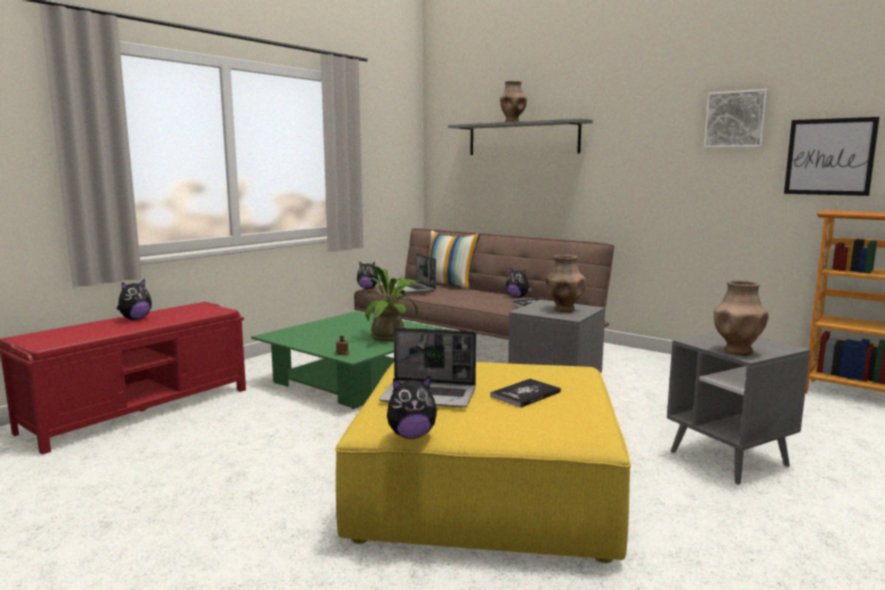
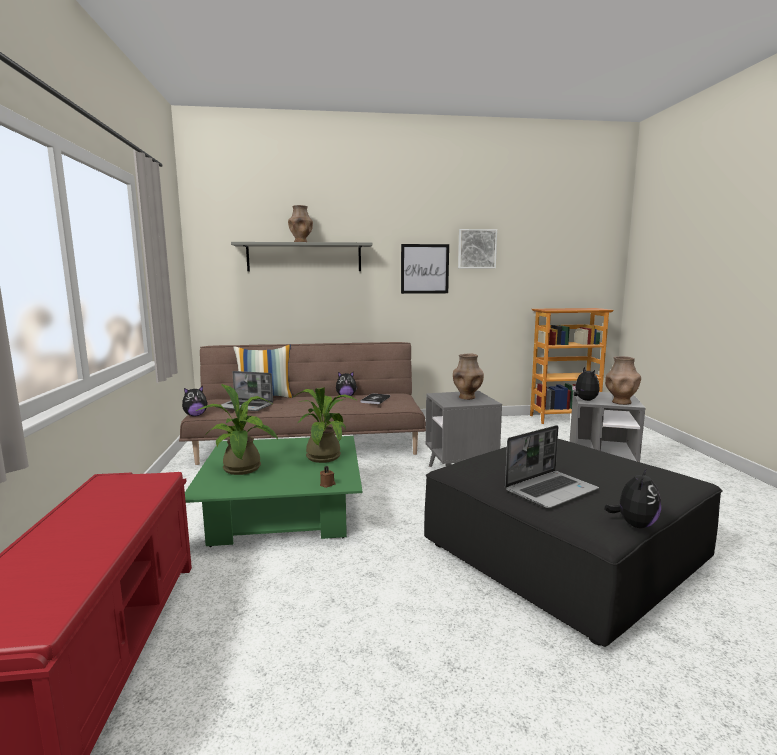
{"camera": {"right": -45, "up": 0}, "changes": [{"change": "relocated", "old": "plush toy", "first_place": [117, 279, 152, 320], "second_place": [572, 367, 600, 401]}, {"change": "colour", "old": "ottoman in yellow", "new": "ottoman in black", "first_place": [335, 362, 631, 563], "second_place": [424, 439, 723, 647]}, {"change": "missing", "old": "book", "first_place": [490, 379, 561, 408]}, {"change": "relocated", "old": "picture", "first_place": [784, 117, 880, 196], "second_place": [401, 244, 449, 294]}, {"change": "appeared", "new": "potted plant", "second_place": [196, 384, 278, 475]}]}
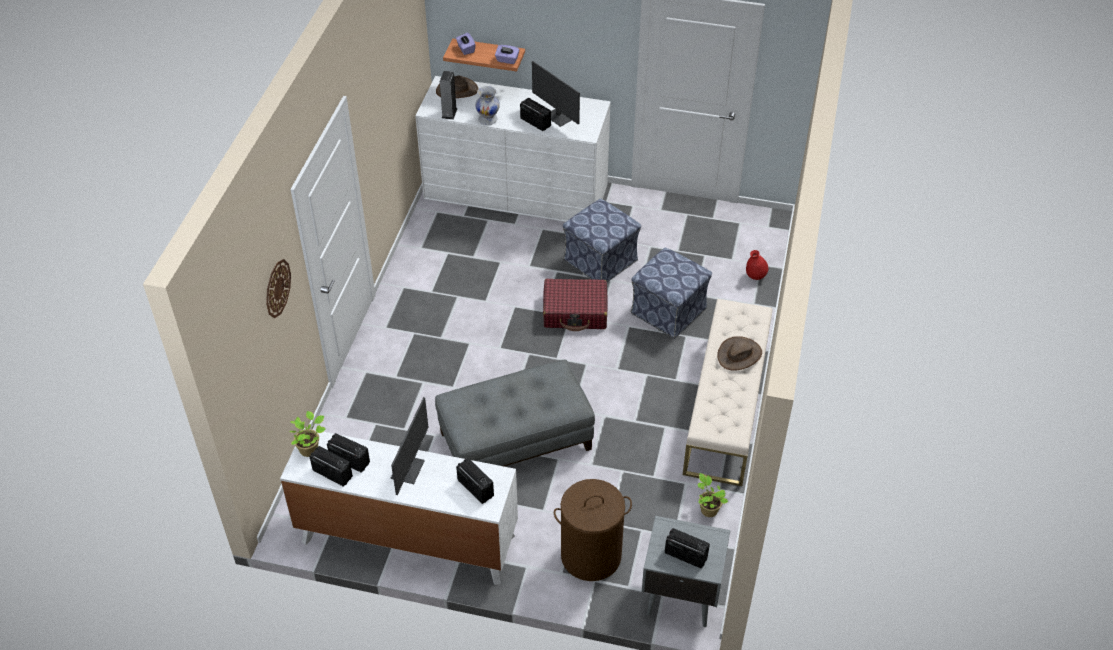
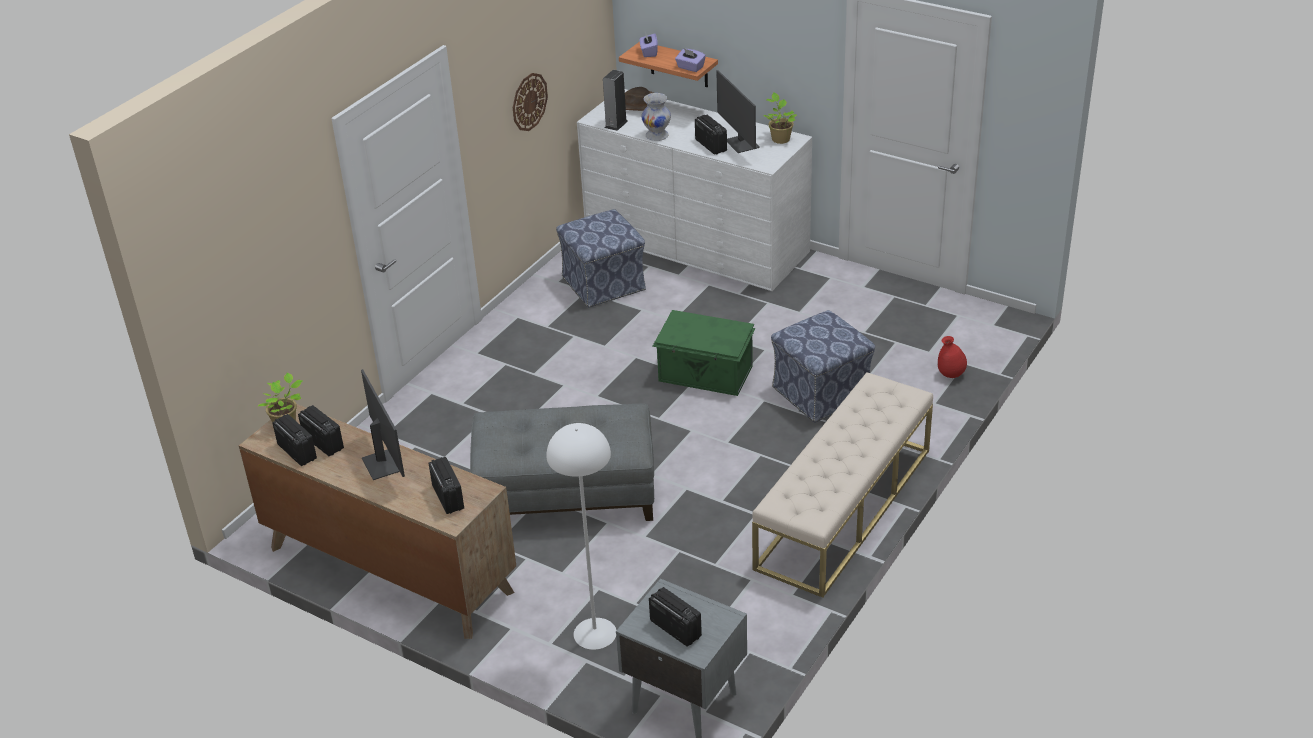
{"camera": {"right": 20, "up": -10}, "changes": [{"change": "relocated", "old": "wall clock", "first_place": [266, 259, 291, 318], "second_place": [513, 73, 548, 131]}, {"change": "colour", "old": "dresser in white", "new": "dresser in brown", "first_place": [280, 428, 518, 585], "second_place": [239, 404, 516, 639]}, {"change": "spun", "old": "monitor", "first_place": [391, 397, 429, 495], "second_place": [361, 369, 405, 480], "degrees": -60}, {"change": "exchanged", "old": "suitcase in red", "new": "storage box in green", "first_place": [543, 279, 607, 331], "second_place": [652, 310, 756, 396]}, {"change": "exchanged", "old": "laundry basket in brown", "new": "floor lamp in white", "first_place": [554, 479, 632, 581], "second_place": [547, 423, 616, 650]}, {"change": "relocated", "old": "ottoman", "first_place": [563, 199, 641, 282], "second_place": [556, 209, 646, 308]}, {"change": "relocated", "old": "potted plant", "first_place": [698, 473, 728, 517], "second_place": [763, 92, 797, 144]}, {"change": "missing", "old": "hat in brown", "first_place": [717, 336, 762, 371]}]}
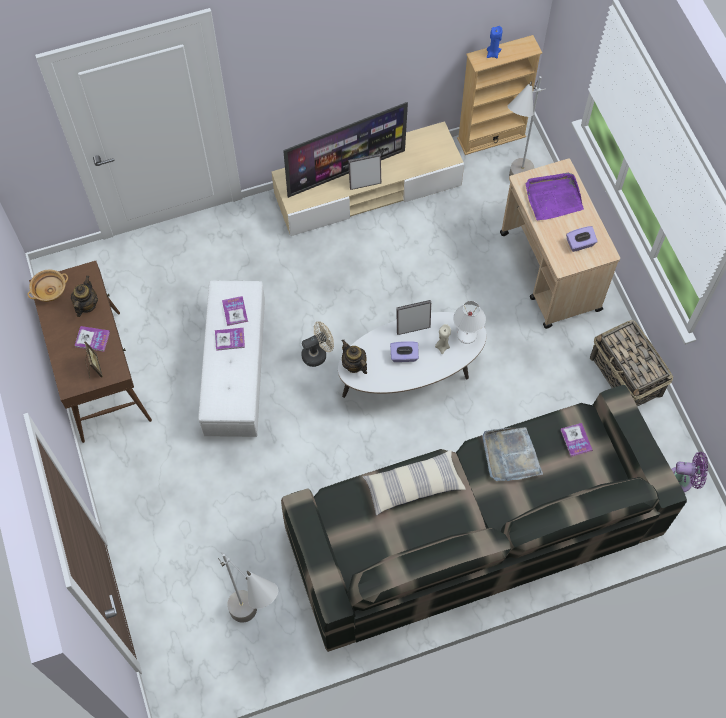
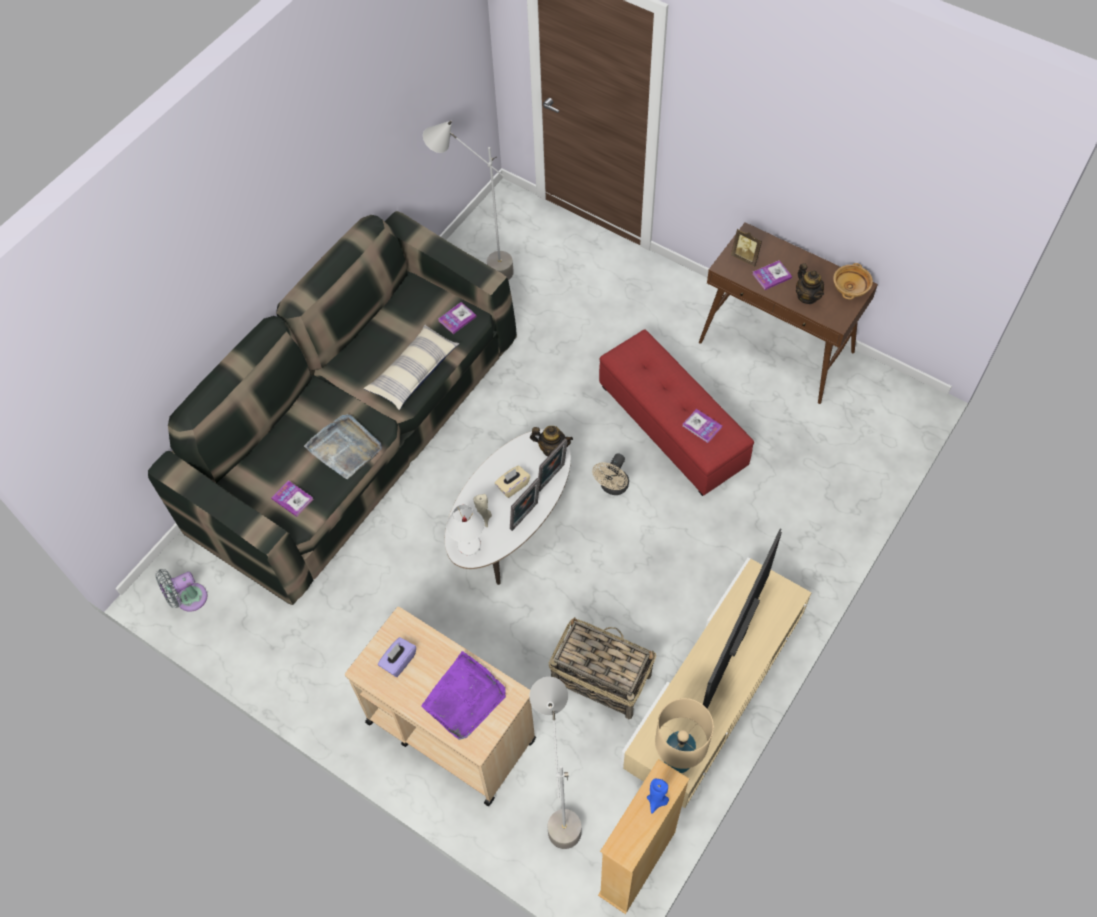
{"camera": {"right": 145, "up": -5}, "changes": [{"change": "colour", "old": "ottoman in white", "new": "ottoman in red", "first_place": [198, 281, 265, 437], "second_place": [599, 329, 754, 496]}, {"change": "relocated", "old": "book", "first_place": [215, 328, 245, 351], "second_place": [438, 302, 477, 334]}, {"change": "relocated", "old": "picture frame", "first_place": [348, 153, 381, 190], "second_place": [538, 439, 568, 492]}, {"change": "colour", "old": "tissue box in purple", "new": "tissue box in beige", "first_place": [390, 341, 419, 362], "second_place": [495, 466, 530, 498]}, {"change": "relocated", "old": "basket", "first_place": [590, 320, 673, 406], "second_place": [549, 617, 656, 719]}, {"change": "colour", "old": "fan in purple", "new": "fan in grey", "first_place": [671, 452, 708, 492], "second_place": [155, 569, 208, 612]}, {"change": "appeared", "new": "table lamp in beige", "second_place": [655, 698, 714, 773]}]}
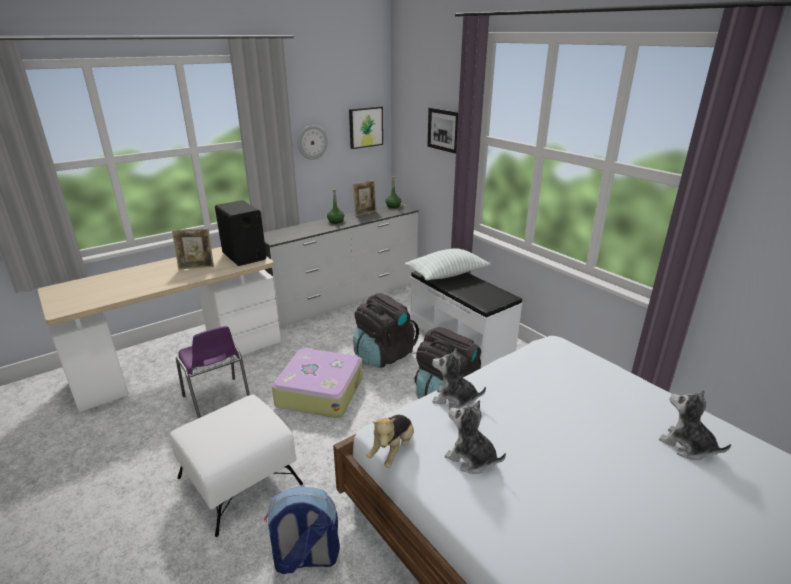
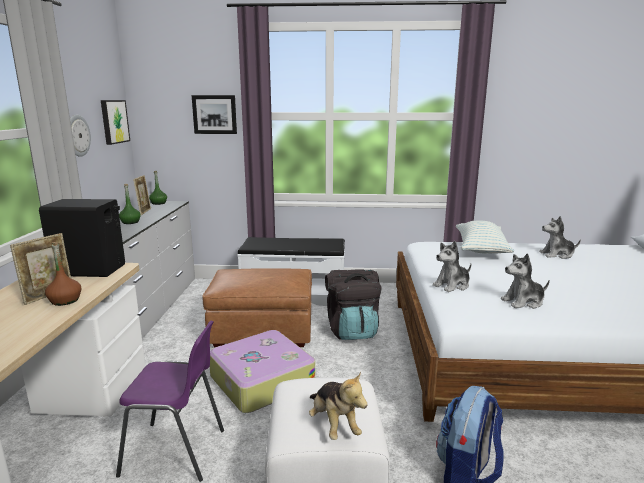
{"camera": {"right": -50, "up": -10}, "changes": [{"change": "exchanged", "old": "backpack in black", "new": "ottoman in brown", "first_place": [354, 293, 419, 368], "second_place": [202, 268, 312, 347]}, {"change": "relocated", "old": "plush toy", "first_place": [366, 415, 414, 468], "second_place": [309, 372, 368, 440]}, {"change": "relocated", "old": "pillow", "first_place": [405, 248, 491, 280], "second_place": [456, 221, 514, 254]}, {"change": "appeared", "new": "bottle in brown", "second_place": [45, 242, 81, 306]}]}
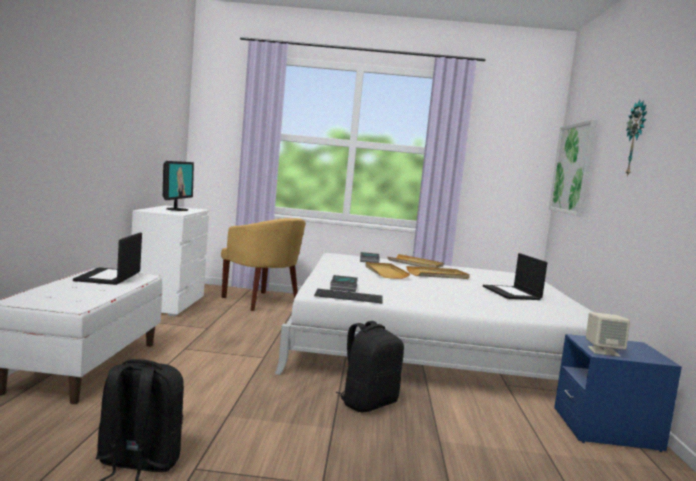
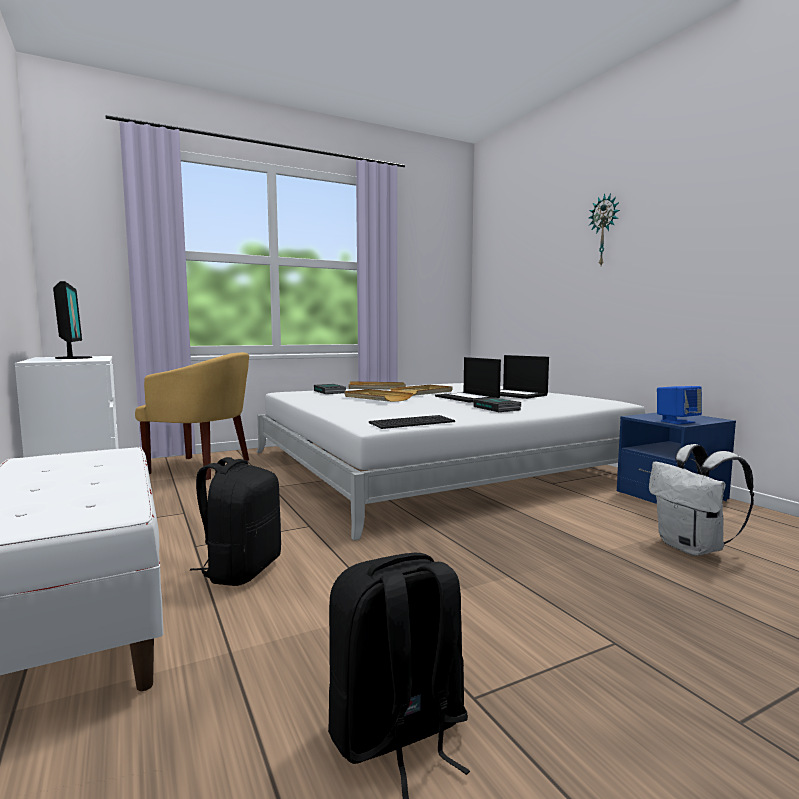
{"camera": {"right": -30, "up": 0}, "changes": [{"change": "relocated", "old": "laptop", "first_place": [73, 233, 142, 285], "second_place": [435, 357, 501, 403]}, {"change": "relocated", "old": "book", "first_place": [330, 275, 358, 292], "second_place": [473, 398, 522, 412]}, {"change": "relocated", "old": "backpack in black", "first_place": [336, 321, 404, 412], "second_place": [190, 457, 281, 586]}, {"change": "missing", "old": "picture", "first_place": [549, 120, 597, 216]}, {"change": "colour", "old": "speaker in beige", "new": "speaker in blue", "first_place": [586, 312, 630, 357], "second_place": [657, 386, 702, 425]}, {"change": "appeared", "new": "backpack in white", "second_place": [649, 444, 754, 556]}]}
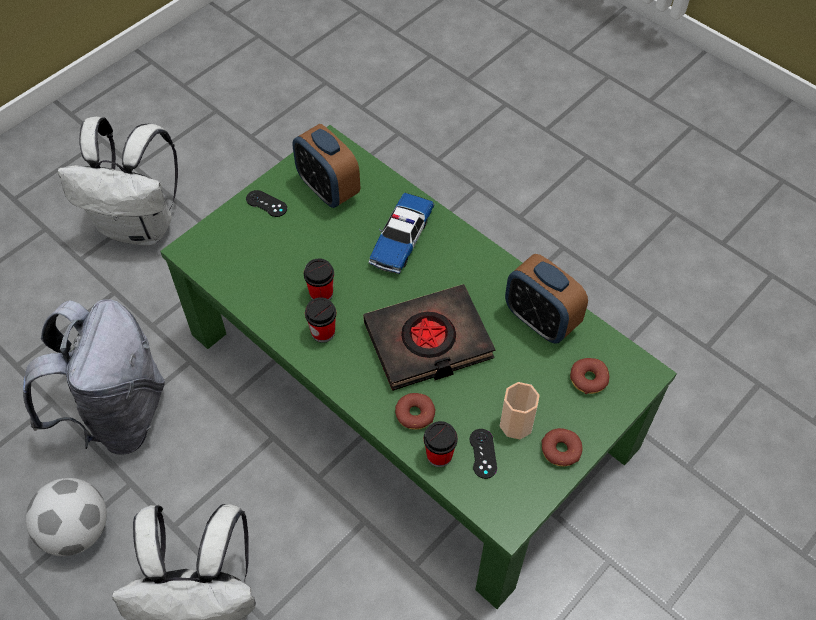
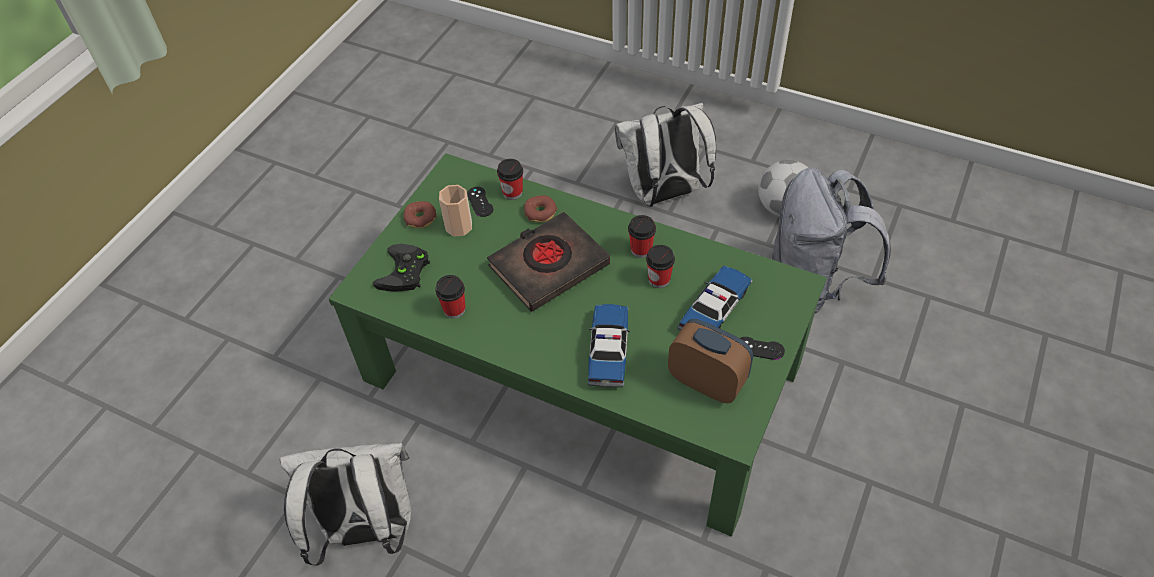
{"camera": {"right": 165, "up": -5}, "changes": [{"change": "relocated", "old": "backpack in white", "first_place": [58, 117, 178, 246], "second_place": [280, 443, 411, 566]}, {"change": "exchanged", "old": "alarm clock", "new": "cup", "first_place": [505, 254, 588, 344], "second_place": [435, 275, 465, 319]}, {"change": "exchanged", "old": "donut", "new": "game controller in black", "first_place": [570, 358, 609, 394], "second_place": [373, 244, 430, 291]}, {"change": "appeared", "new": "toy car", "second_place": [677, 265, 752, 330]}]}
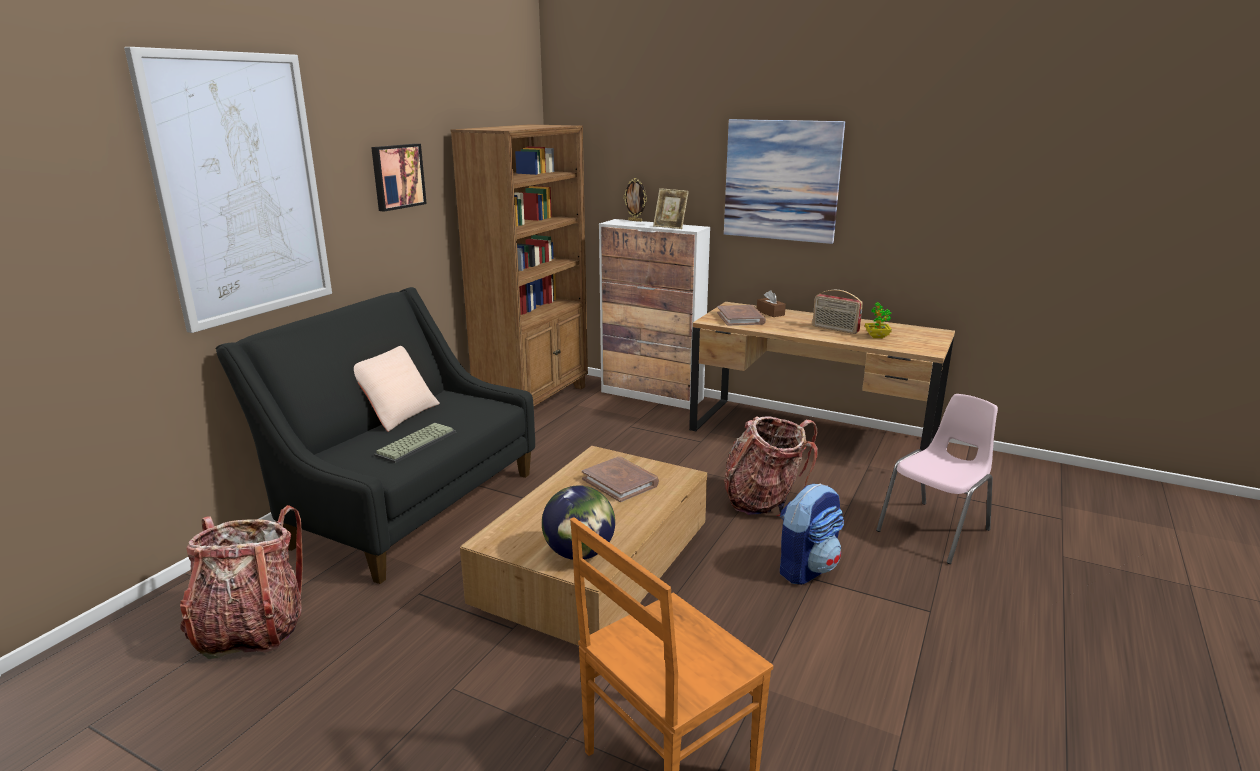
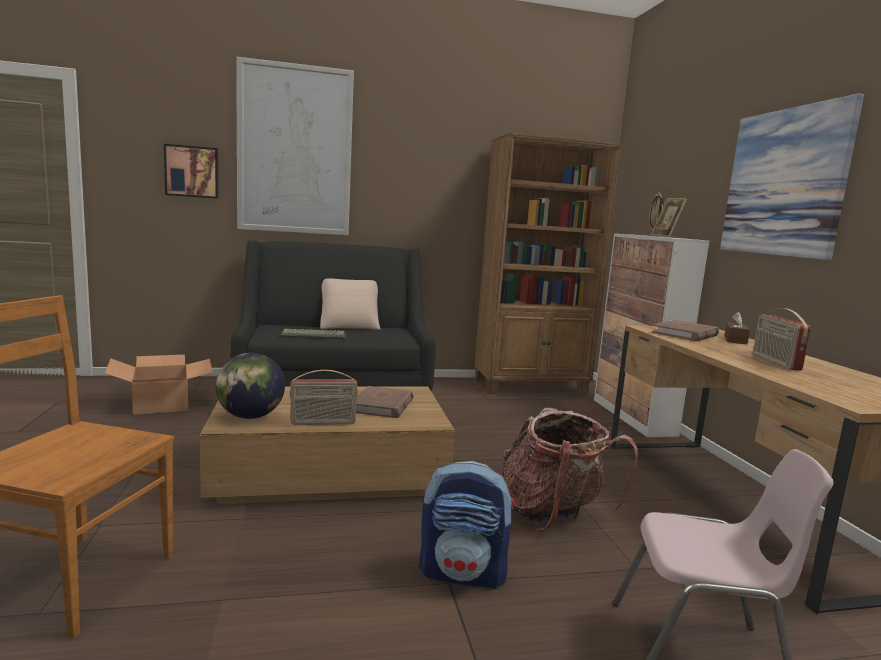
{"camera": {"right": 50, "up": -10}, "changes": [{"change": "exchanged", "old": "backpack", "new": "cardboard box", "first_place": [180, 505, 303, 659], "second_place": [105, 354, 213, 415]}, {"change": "relocated", "old": "picture", "first_place": [371, 144, 427, 212], "second_place": [164, 144, 219, 199]}, {"change": "missing", "old": "potted plant", "first_place": [865, 302, 892, 338]}, {"change": "appeared", "new": "radio", "second_place": [290, 370, 358, 425]}]}
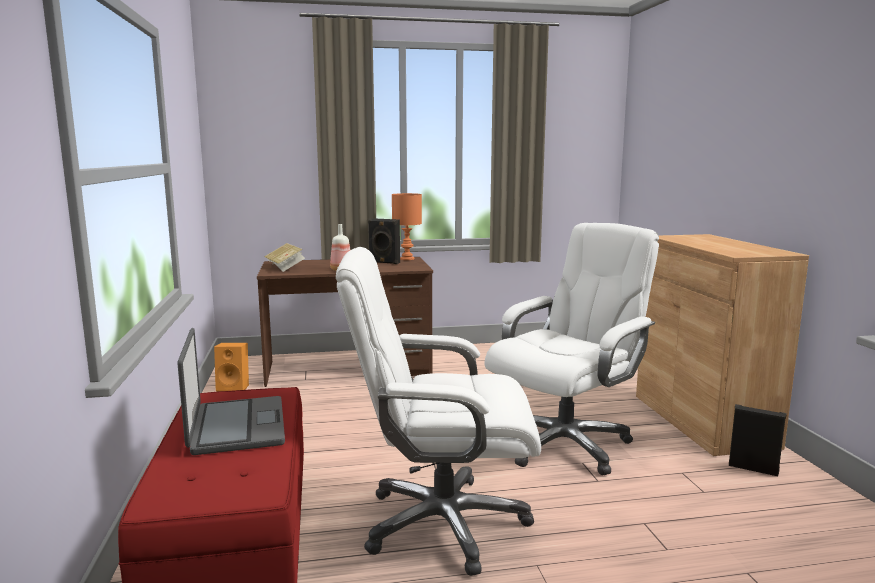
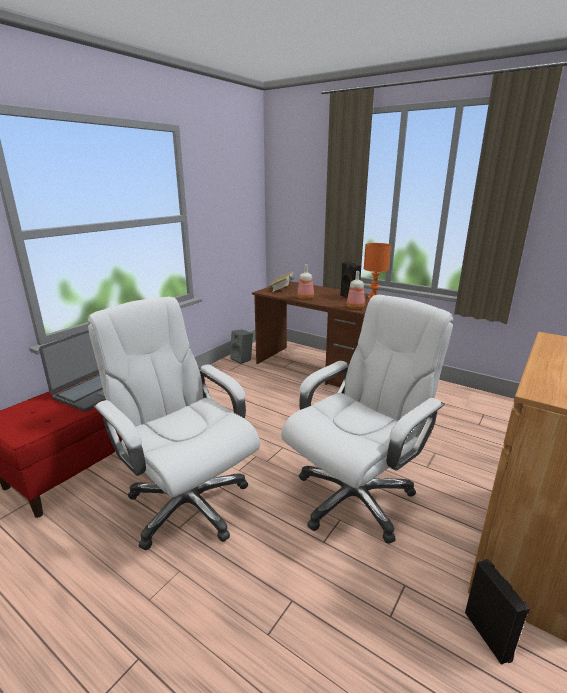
{"camera": {"right": 45, "up": 10}, "changes": [{"change": "colour", "old": "speaker in orange", "new": "speaker in grey", "first_place": [214, 343, 249, 392], "second_place": [230, 329, 253, 364]}, {"change": "spun", "old": "office chair in white", "first_place": [485, 223, 659, 475], "second_place": [281, 295, 453, 544], "degrees": -45}, {"change": "appeared", "new": "bottle", "second_place": [347, 271, 365, 309]}]}
